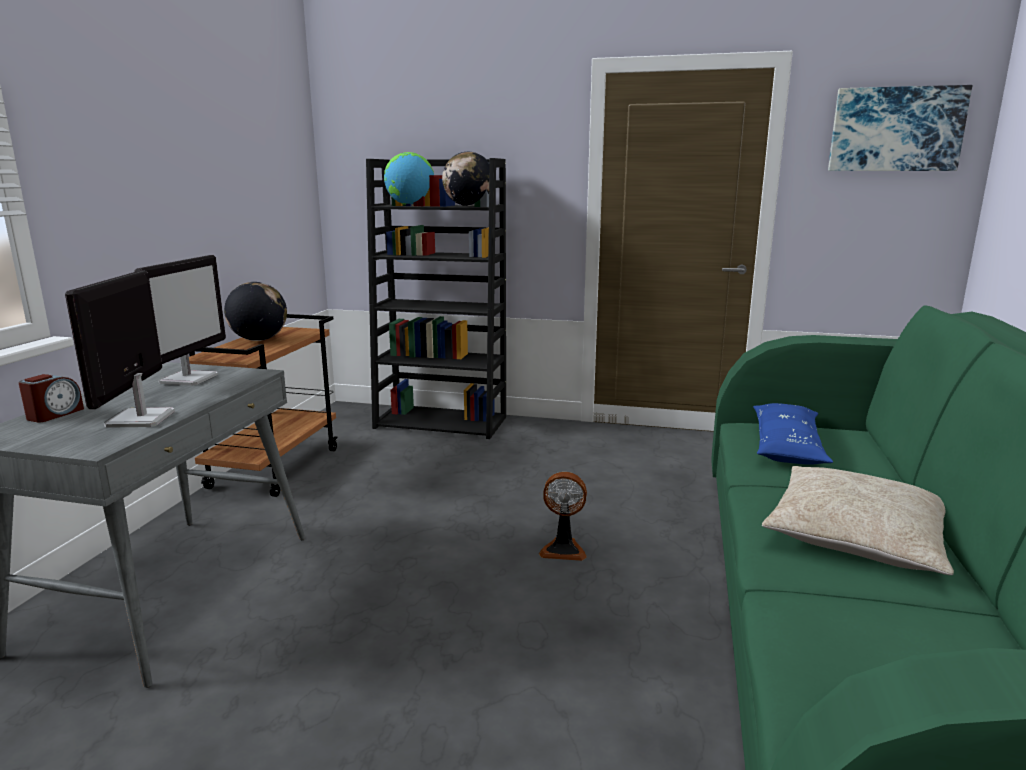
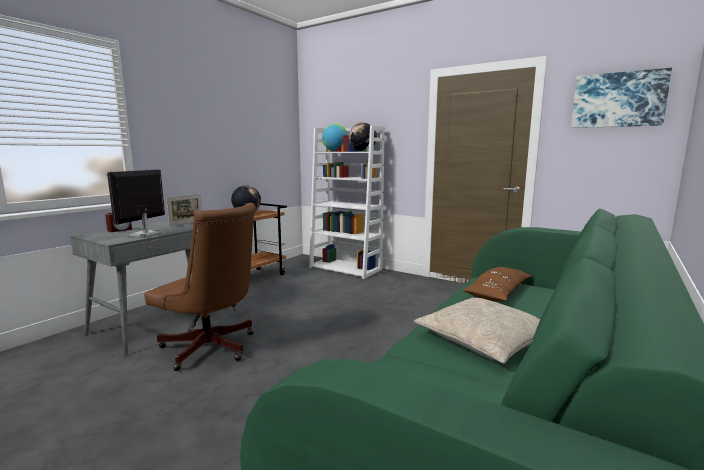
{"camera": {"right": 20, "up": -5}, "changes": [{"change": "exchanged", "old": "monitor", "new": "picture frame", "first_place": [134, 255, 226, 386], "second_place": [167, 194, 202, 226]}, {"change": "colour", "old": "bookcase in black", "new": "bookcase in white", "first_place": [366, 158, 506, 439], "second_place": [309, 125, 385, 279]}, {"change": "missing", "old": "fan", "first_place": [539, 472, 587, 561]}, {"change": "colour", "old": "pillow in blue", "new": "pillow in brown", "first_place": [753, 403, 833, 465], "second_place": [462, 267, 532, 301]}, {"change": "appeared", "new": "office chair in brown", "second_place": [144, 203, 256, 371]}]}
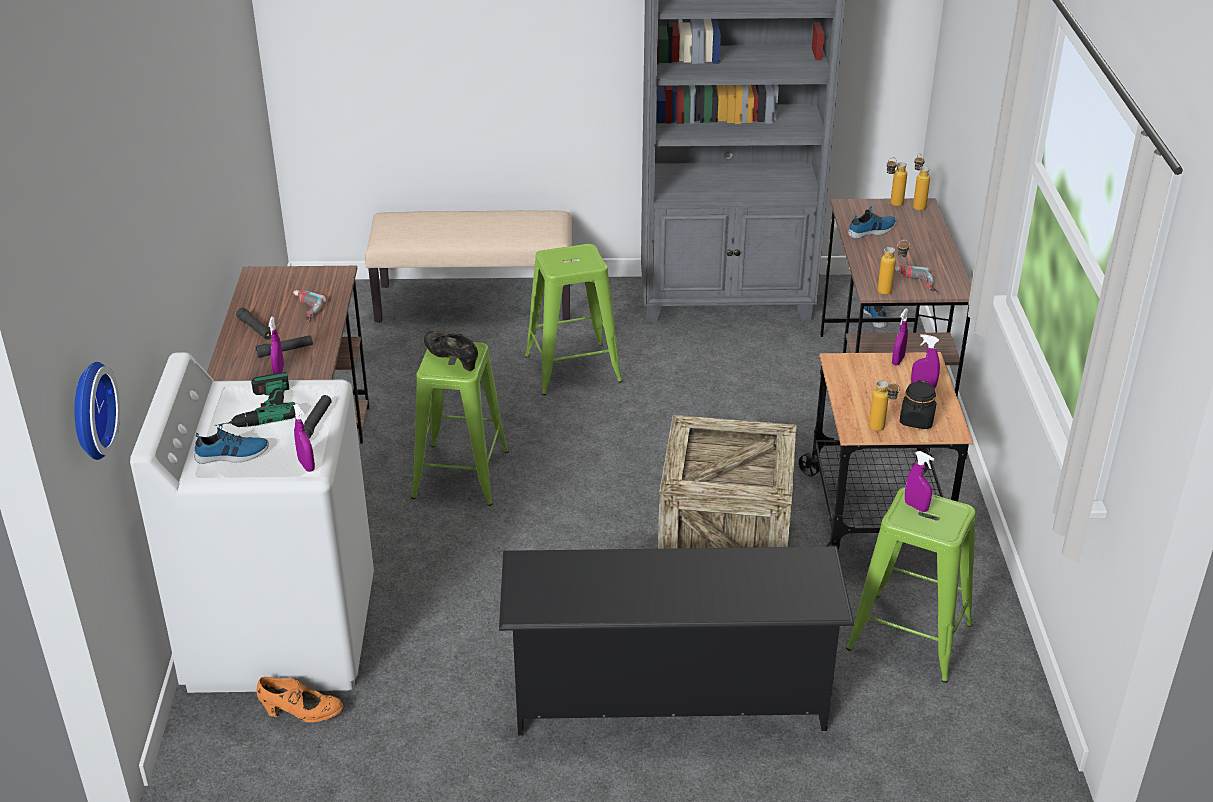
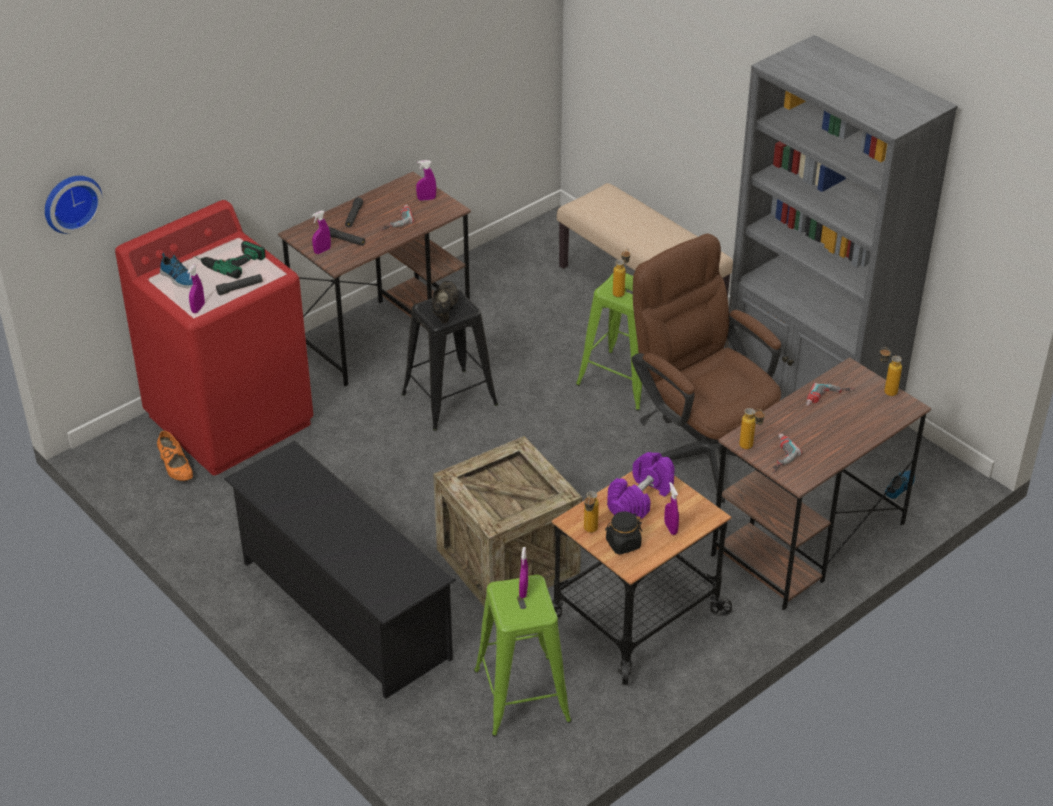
{"camera": {"right": 50, "up": 5}, "changes": [{"change": "colour", "old": "washing machine in white", "new": "washing machine in red", "first_place": [130, 352, 374, 693], "second_place": [115, 200, 313, 475]}, {"change": "colour", "old": "stool in green", "new": "stool in black", "first_place": [411, 342, 509, 506], "second_place": [402, 290, 498, 431]}, {"change": "exchanged", "old": "shoe", "new": "power drill", "first_place": [848, 206, 896, 239], "second_place": [806, 382, 854, 406]}, {"change": "relocated", "old": "spray bottle in purple", "first_place": [892, 308, 909, 365], "second_place": [416, 160, 436, 201]}, {"change": "relocated", "old": "bottle", "first_place": [913, 153, 930, 211], "second_place": [613, 249, 630, 297]}, {"change": "appeared", "new": "dumbbell in purple", "second_place": [607, 452, 675, 519]}, {"change": "appeared", "new": "office chair in brown", "second_place": [631, 233, 781, 503]}]}
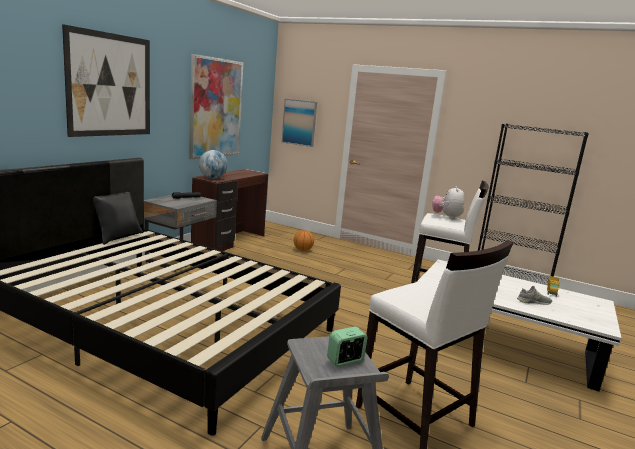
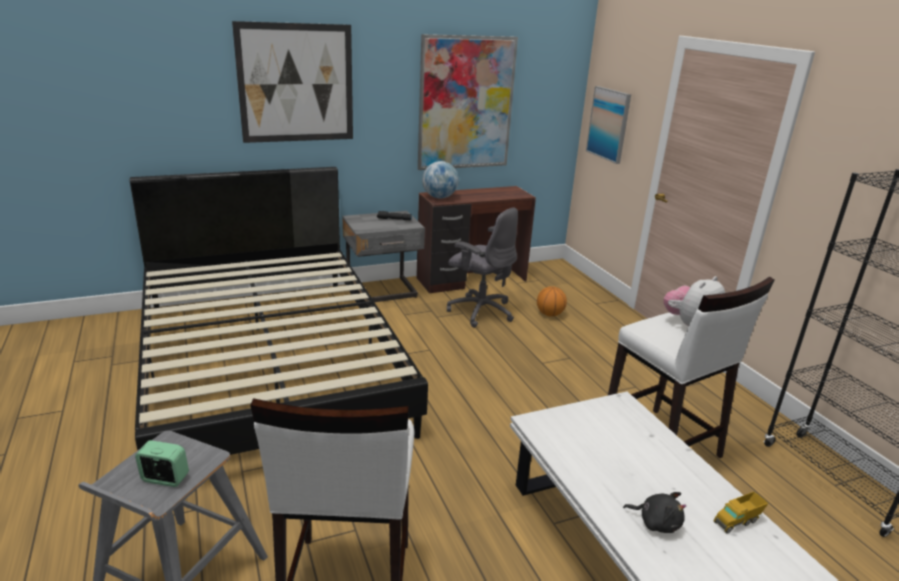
{"camera": {"right": 40, "up": 10}, "changes": [{"change": "missing", "old": "pillow in black", "first_place": [93, 192, 143, 245]}, {"change": "exchanged", "old": "shoe in grey", "new": "plush toy in black", "first_place": [517, 286, 552, 305], "second_place": [623, 492, 686, 533]}, {"change": "appeared", "new": "office chair in grey", "second_place": [447, 207, 518, 328]}]}
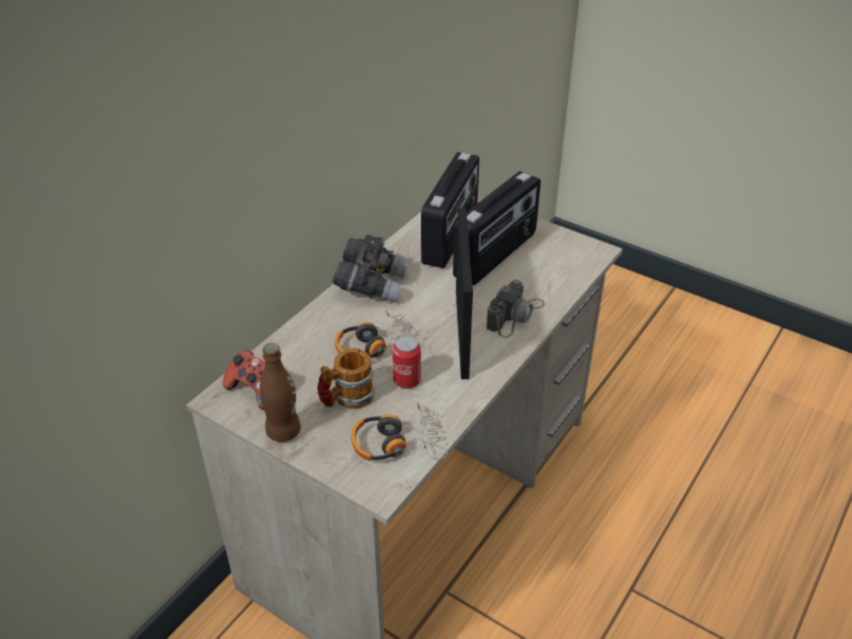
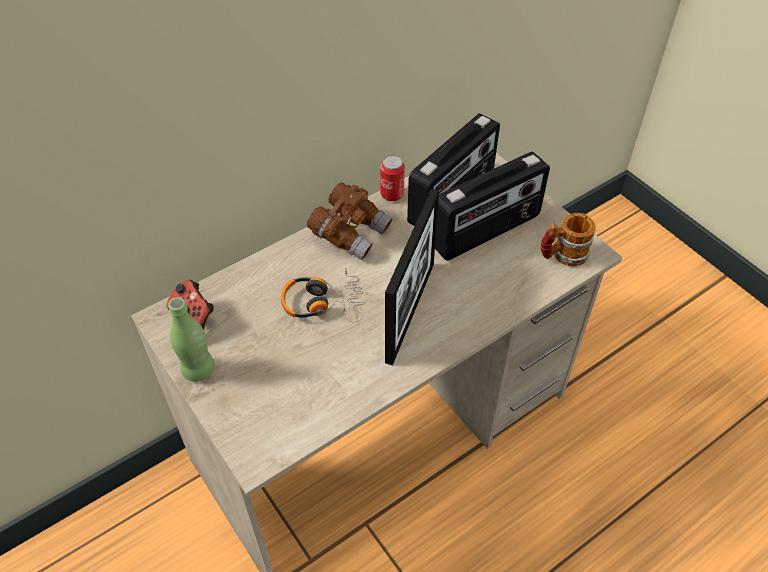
{"camera": {"right": 20, "up": 10}, "changes": [{"change": "colour", "old": "bottle in brown", "new": "bottle in green", "first_place": [259, 343, 301, 442], "second_place": [168, 297, 215, 382]}, {"change": "relocated", "old": "mug", "first_place": [317, 348, 375, 409], "second_place": [541, 213, 596, 267]}, {"change": "colour", "old": "binoculars in grey", "new": "binoculars in brown", "first_place": [333, 235, 409, 303], "second_place": [307, 182, 393, 260]}, {"change": "missing", "old": "headphones", "first_place": [351, 403, 448, 460]}, {"change": "relocated", "old": "can", "first_place": [392, 335, 421, 389], "second_place": [380, 155, 405, 201]}, {"change": "missing", "old": "photo camera", "first_place": [486, 279, 545, 338]}]}
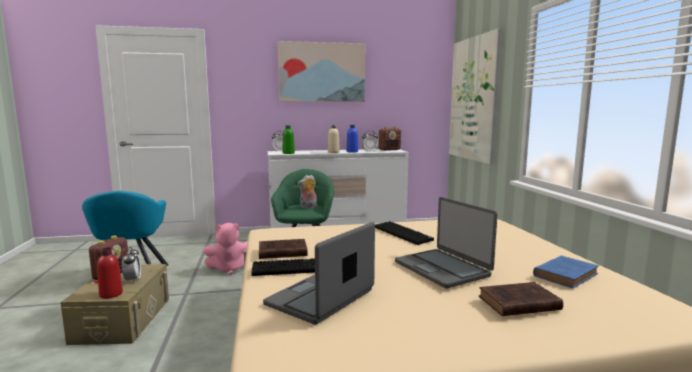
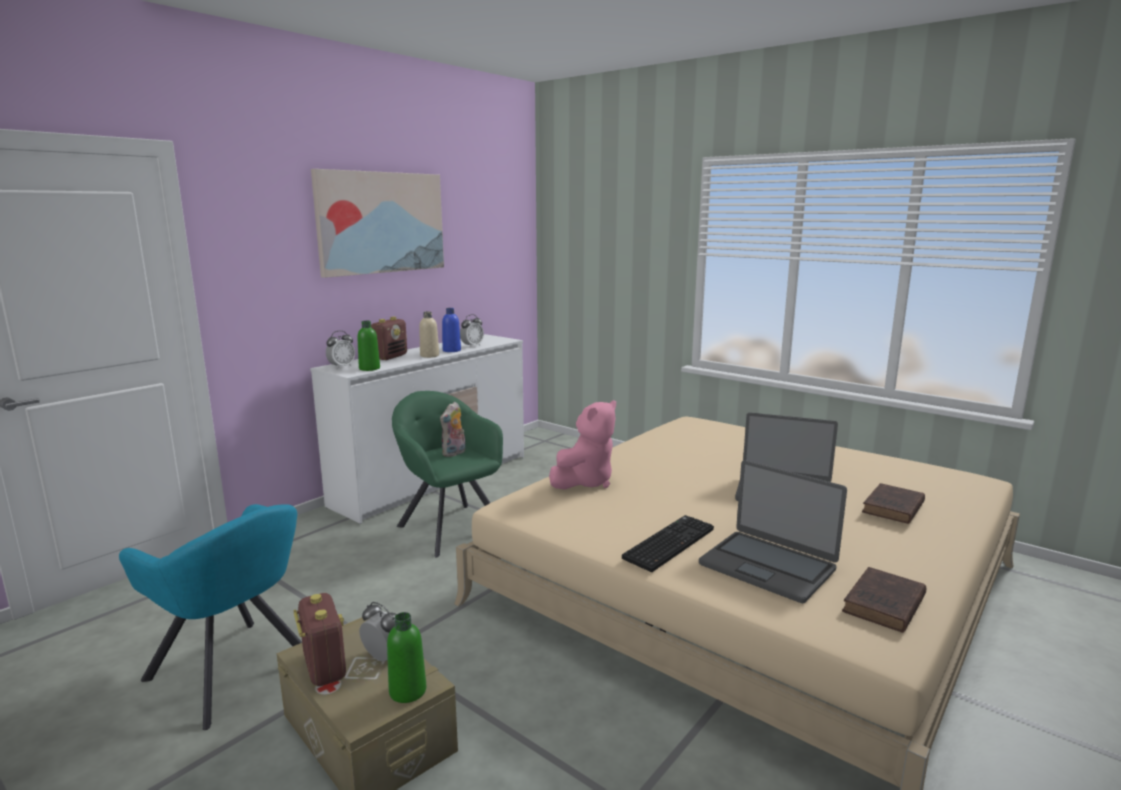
{"camera": {"right": -40, "up": 5}, "changes": [{"change": "colour", "old": "bottle in red", "new": "bottle in green", "first_place": [97, 247, 123, 299], "second_place": [387, 612, 426, 703]}, {"change": "relocated", "old": "plush toy in pink", "first_place": [203, 223, 247, 275], "second_place": [549, 400, 616, 490]}, {"change": "relocated", "old": "book in brown", "first_place": [259, 239, 308, 259], "second_place": [842, 567, 926, 633]}, {"change": "spun", "old": "laptop", "first_place": [263, 222, 375, 325], "second_place": [699, 460, 847, 603], "degrees": -45}, {"change": "missing", "old": "keyboard", "first_place": [375, 221, 434, 245]}, {"change": "relocated", "old": "radio", "first_place": [379, 127, 401, 151], "second_place": [371, 317, 407, 360]}, {"change": "missing", "old": "picture", "first_place": [449, 28, 502, 164]}, {"change": "missing", "old": "book in blue", "first_place": [533, 256, 599, 288]}]}
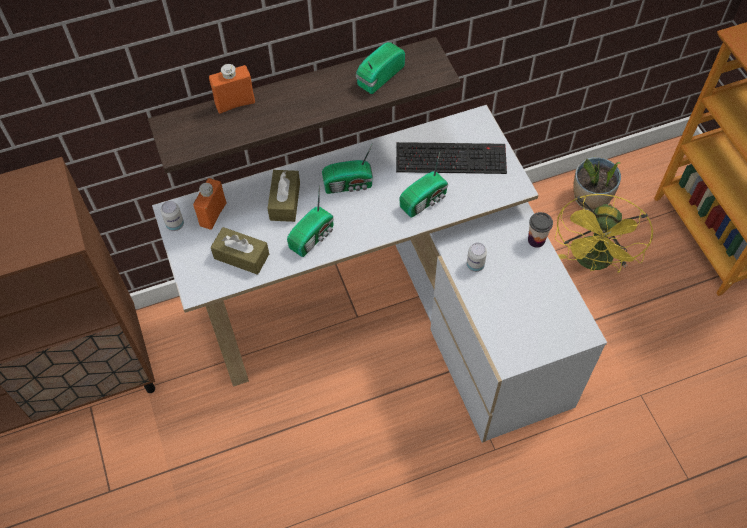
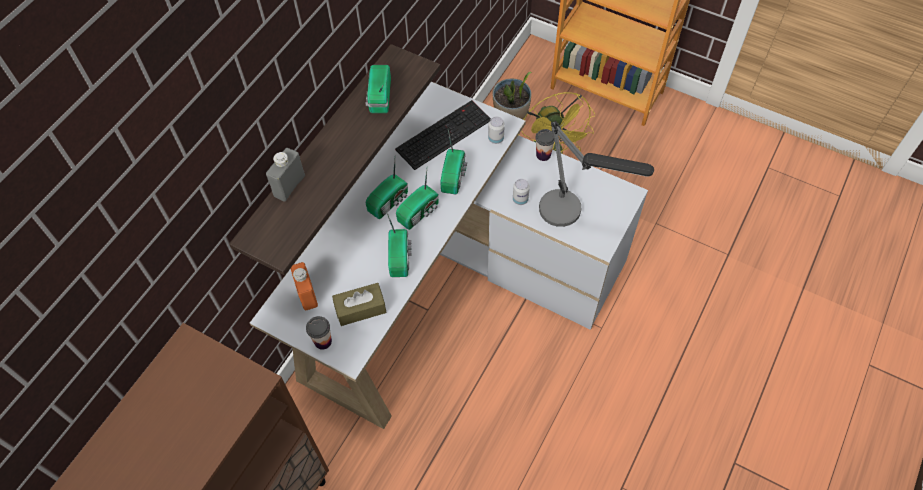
{"camera": {"right": -40, "up": 0}, "changes": [{"change": "relocated", "old": "can", "first_place": [160, 201, 184, 231], "second_place": [488, 117, 505, 144]}, {"change": "colour", "old": "bottle in orange", "new": "bottle in grey", "first_place": [209, 64, 255, 114], "second_place": [266, 148, 305, 202]}, {"change": "missing", "old": "tissue box in brown", "first_place": [268, 170, 300, 222]}, {"change": "appeared", "new": "cup", "second_place": [306, 316, 332, 350]}, {"change": "appeared", "new": "radio", "second_place": [396, 170, 439, 230]}, {"change": "appeared", "new": "table lamp", "second_place": [539, 121, 654, 227]}]}
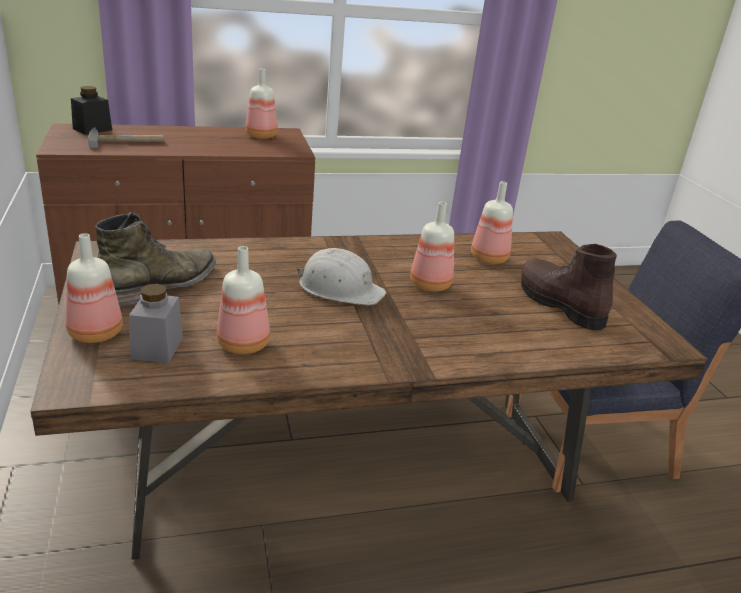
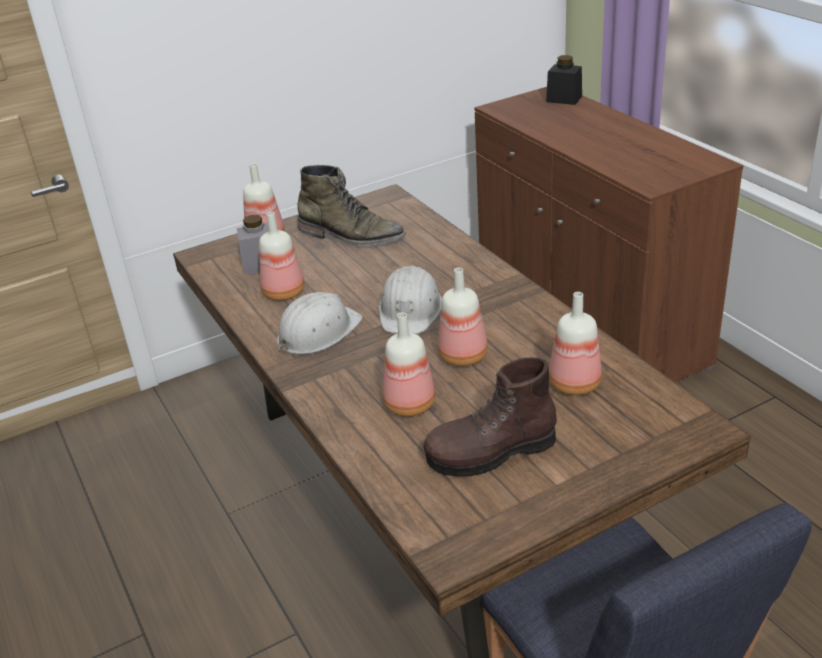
{"camera": {"right": 80, "up": 5}, "changes": [{"change": "missing", "old": "hammer", "first_place": [88, 128, 164, 148]}, {"change": "relocated", "old": "bottle", "first_place": [246, 69, 278, 139], "second_place": [382, 312, 435, 416]}, {"change": "spun", "old": "boot in brown", "first_place": [521, 244, 617, 330], "second_place": [423, 358, 557, 476], "degrees": -150}, {"change": "appeared", "new": "hard hat in white", "second_place": [277, 292, 363, 354]}]}
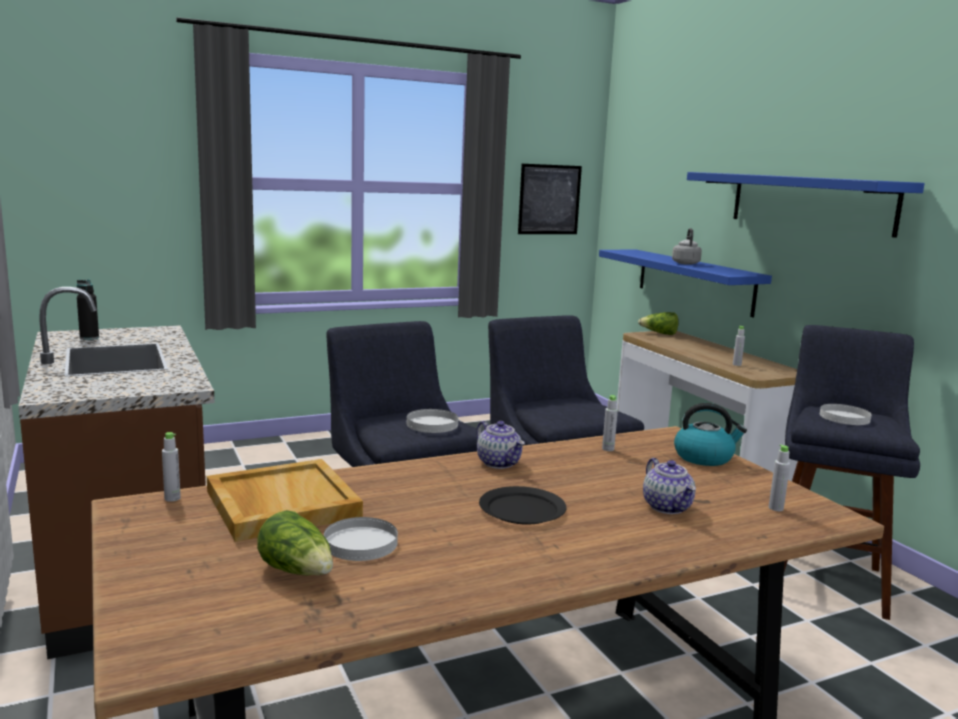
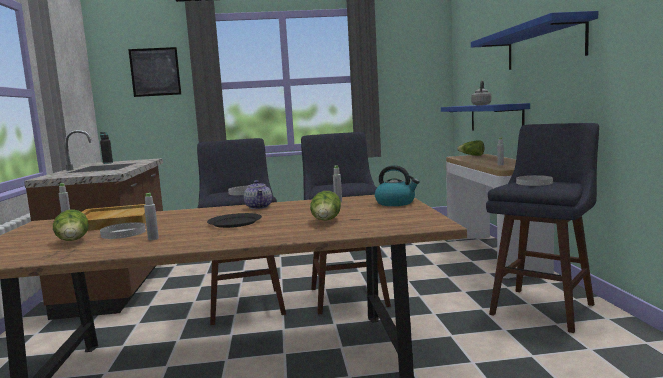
{"camera": {"right": 20, "up": -5}, "changes": [{"change": "relocated", "old": "picture", "first_place": [518, 164, 582, 234], "second_place": [128, 47, 181, 97]}, {"change": "exchanged", "old": "teapot", "new": "lettuce", "first_place": [643, 458, 696, 514], "second_place": [310, 191, 341, 221]}, {"change": "relocated", "old": "bottle in grey", "first_place": [769, 444, 790, 511], "second_place": [144, 193, 159, 240]}]}
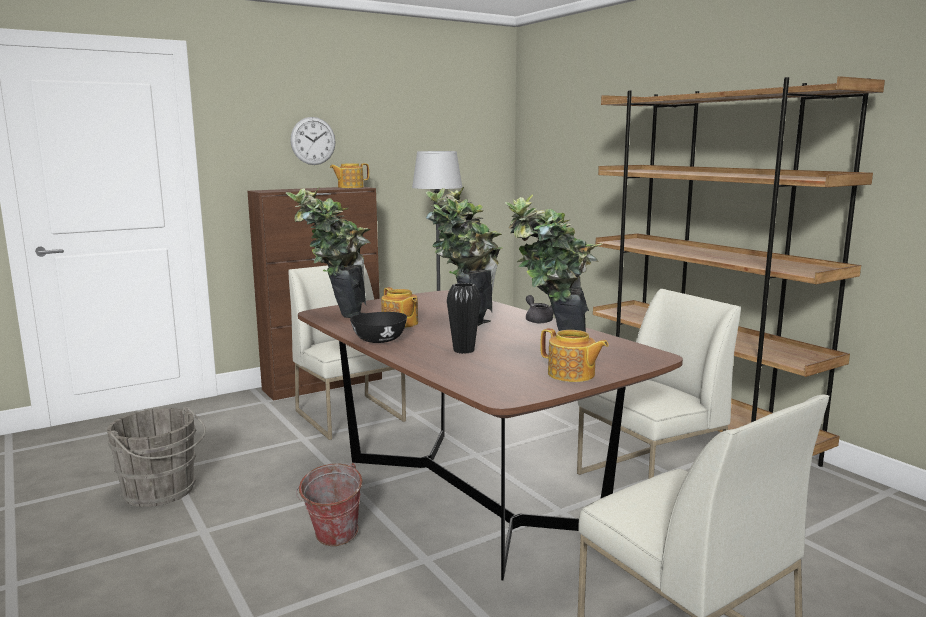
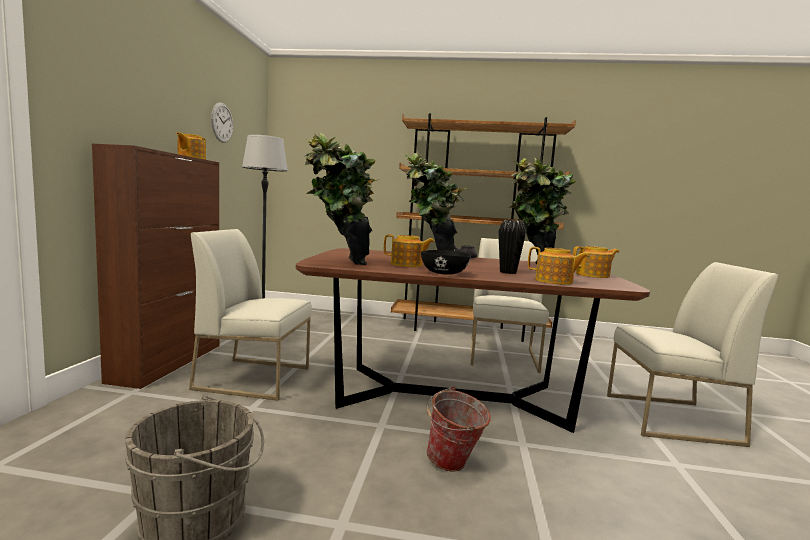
{"camera": {"right": -50, "up": -5}, "changes": [{"change": "relocated", "old": "wall clock", "first_place": [290, 117, 336, 165], "second_place": [211, 102, 233, 143]}, {"change": "appeared", "new": "teapot", "second_place": [528, 247, 589, 285]}]}
